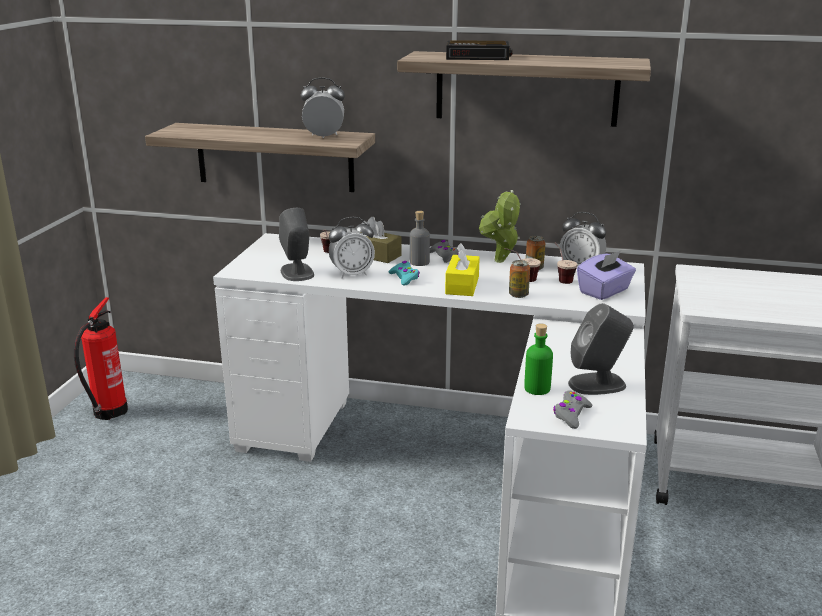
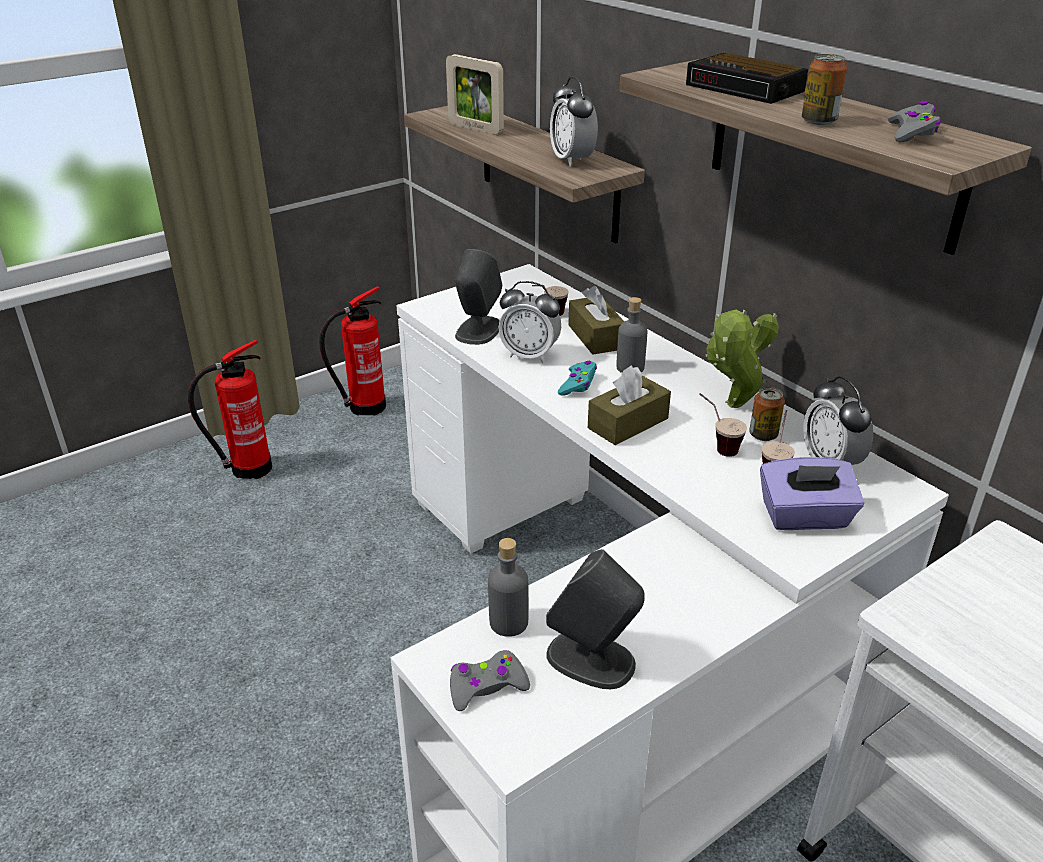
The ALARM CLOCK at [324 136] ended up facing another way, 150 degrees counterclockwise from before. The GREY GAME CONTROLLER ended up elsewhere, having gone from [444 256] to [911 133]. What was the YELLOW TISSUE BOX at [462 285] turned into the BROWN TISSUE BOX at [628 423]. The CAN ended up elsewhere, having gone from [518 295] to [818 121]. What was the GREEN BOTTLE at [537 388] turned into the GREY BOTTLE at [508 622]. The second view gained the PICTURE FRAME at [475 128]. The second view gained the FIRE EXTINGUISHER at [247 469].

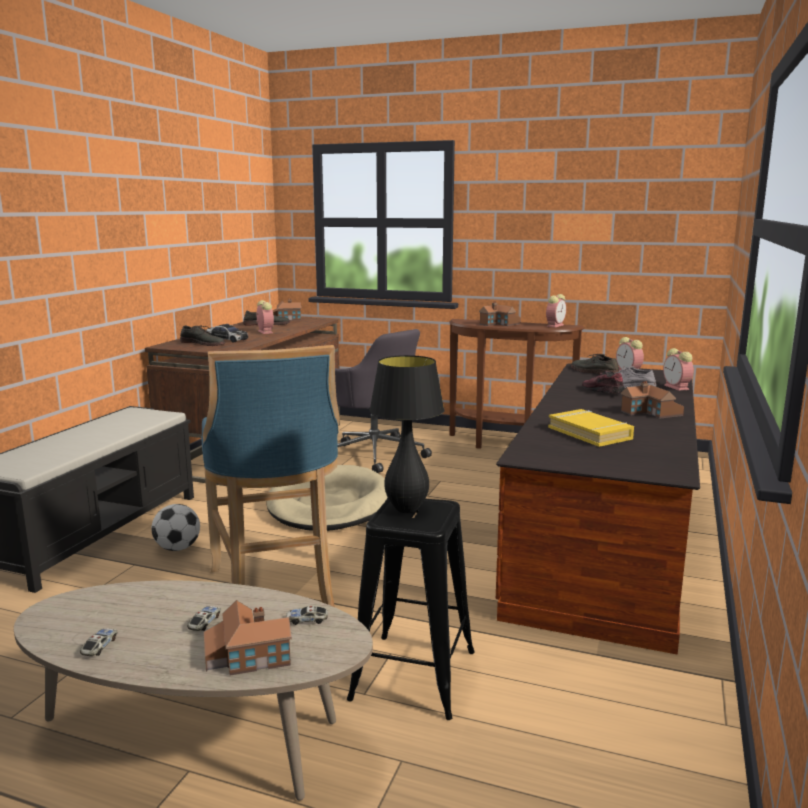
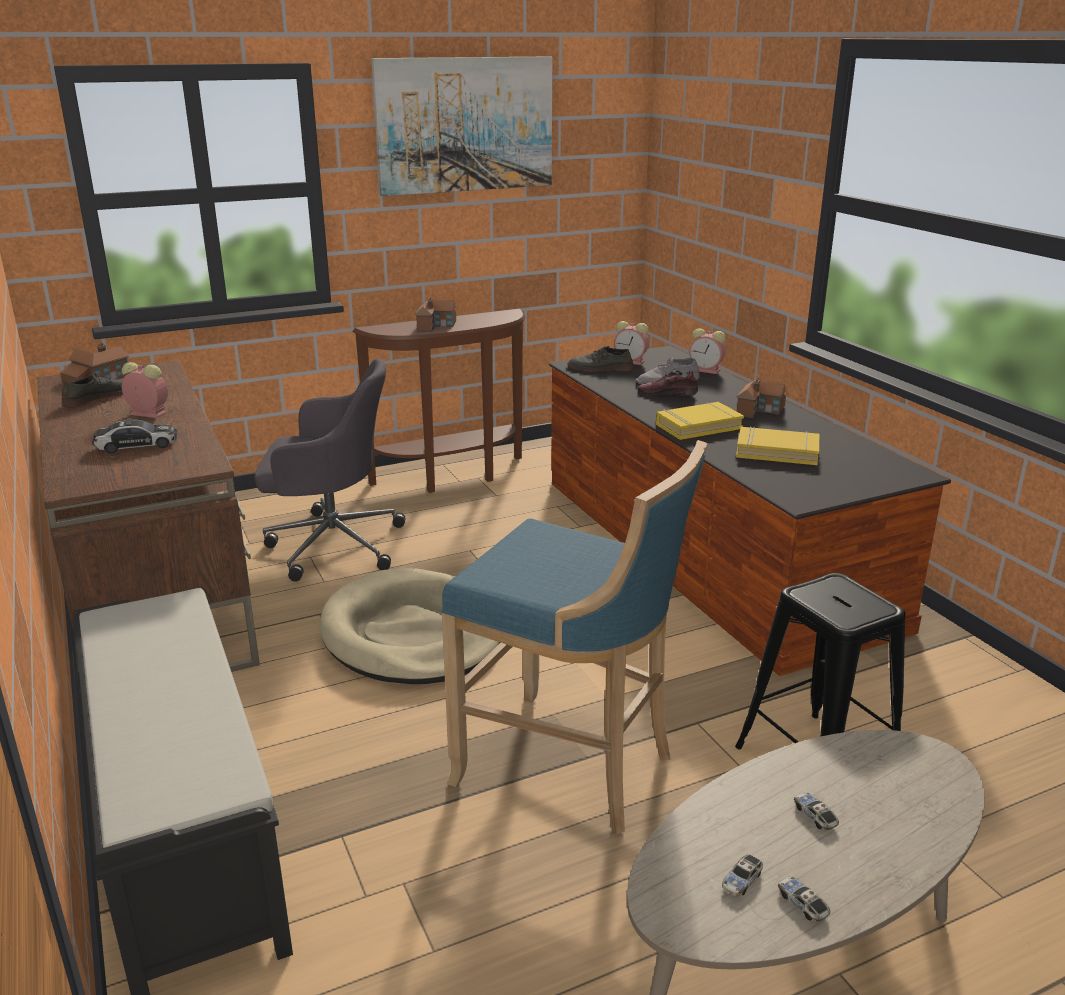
The second view lost the ALARM CLOCK at [555 325]. The second view lost the GREY SHOE at [203 343]. The second view lost the BLACK TABLE LAMP at [407 509]. The second view lost the FOOTBALL at [177 548]. The second view lost the TOY HOUSE at [246 656]. The TOY CAR ended up elsewhere, having gone from [307 620] to [742 881]. The second view gained the PICTURE at [465 125]. The second view gained the YELLOW BOOK at [698 426].

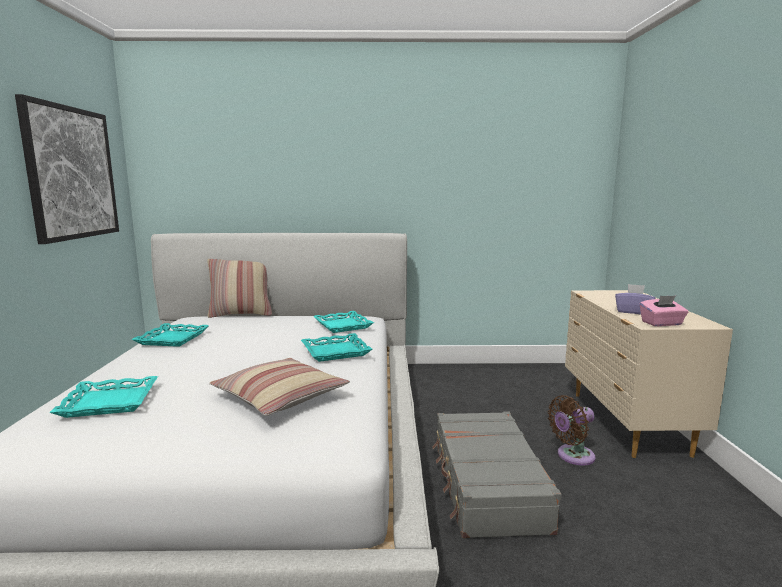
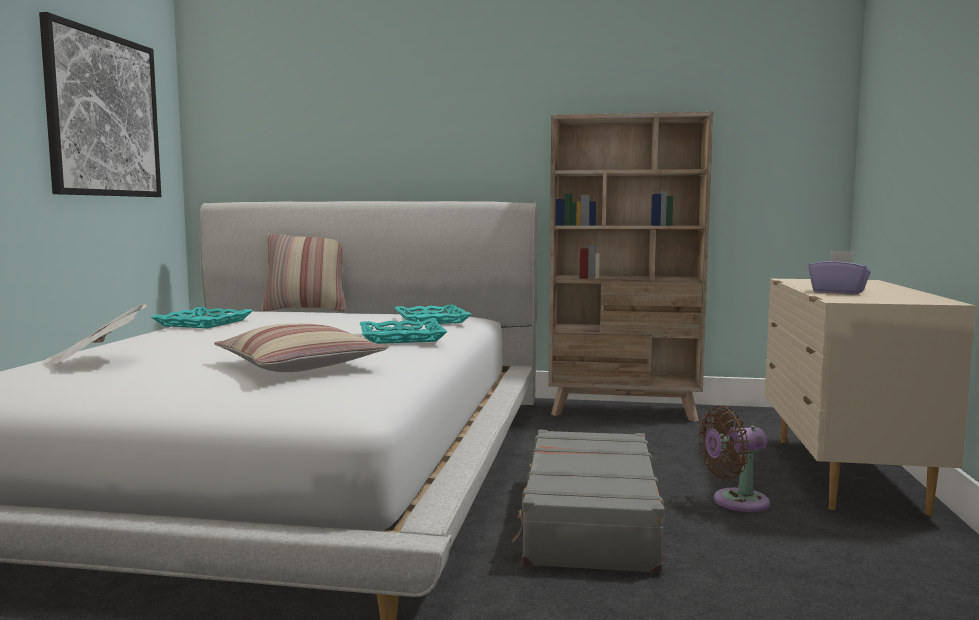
The second view lost the PINK TISSUE BOX at [662 323]. Where the TURQUOISE TRAY stood at [109 402], the NEWSPAPER came to stand at [95 361]. The second view gained the BEIGE BOOKCASE at [624 411].

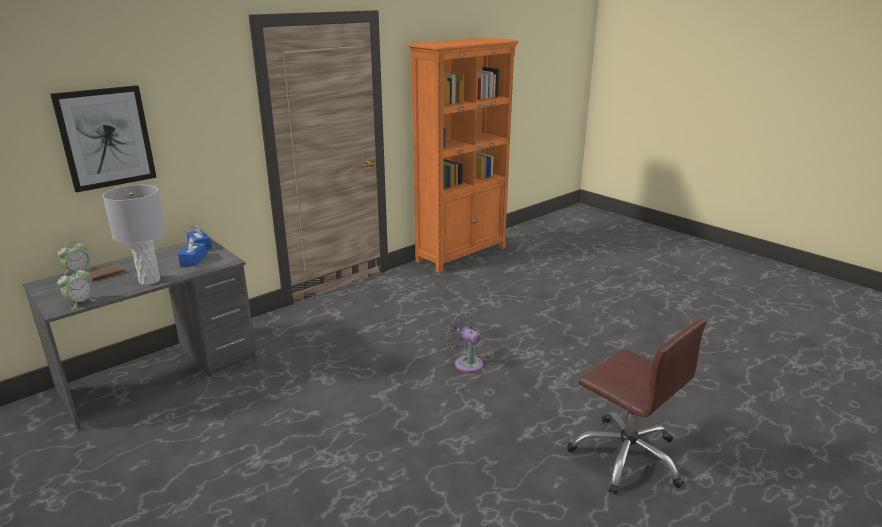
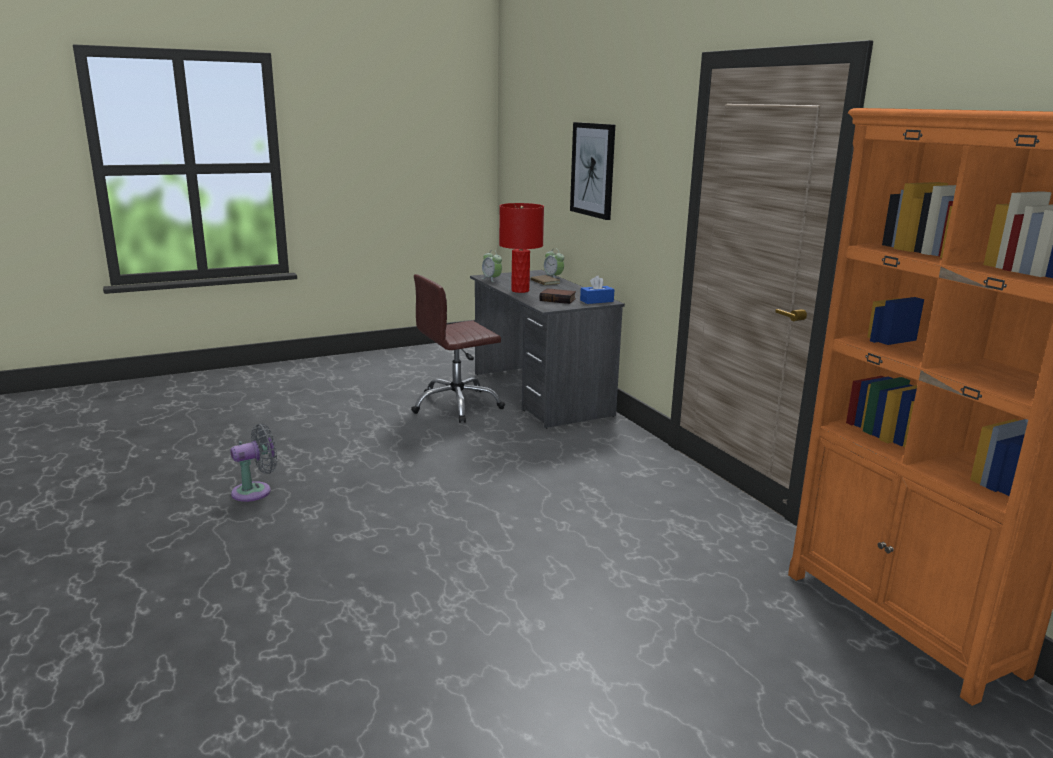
What was the GREY TABLE LAMP at [150 280] turned into the RED TABLE LAMP at [520 290]. Where the BLUE TISSUE BOX stood at [194 260], the BOOK came to stand at [558 299]. The GREY FAN ended up elsewhere, having gone from [466 363] to [256 491]. The BROWN OFFICE CHAIR ended up elsewhere, having gone from [627 456] to [457 405].

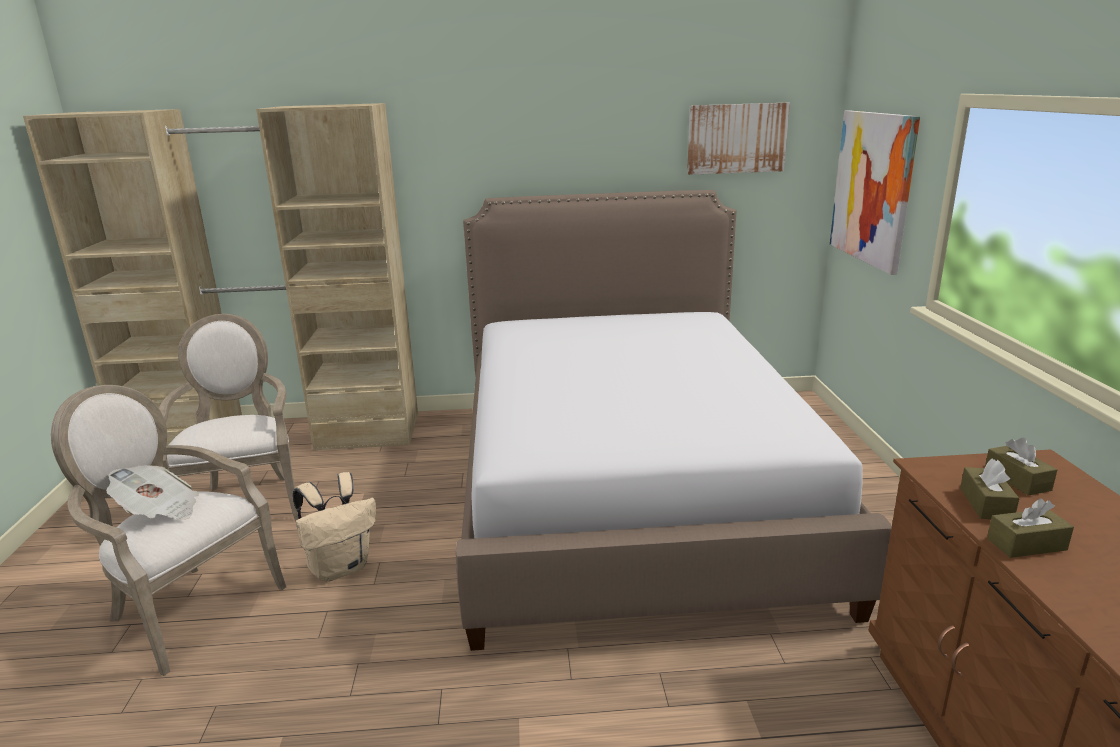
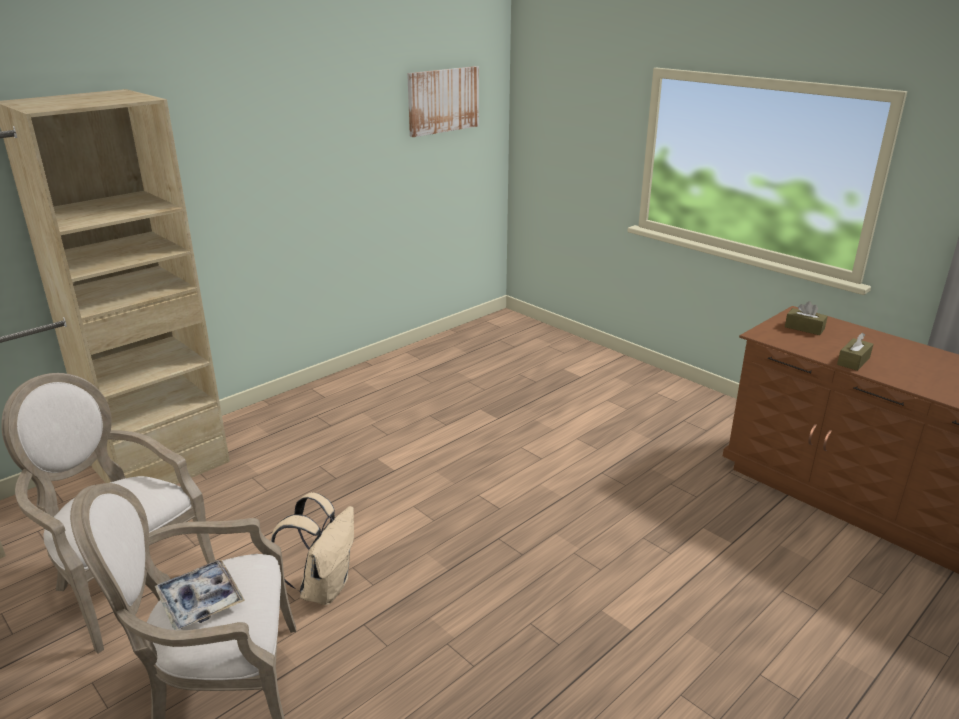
The second view lost the PICTURE at [872 188]. The second view lost the BED at [628 490]. The second view lost the BROWN TISSUE BOX at [986 504]. Where the NEWSPAPER stood at [159 511], the TRAY came to stand at [200 601].

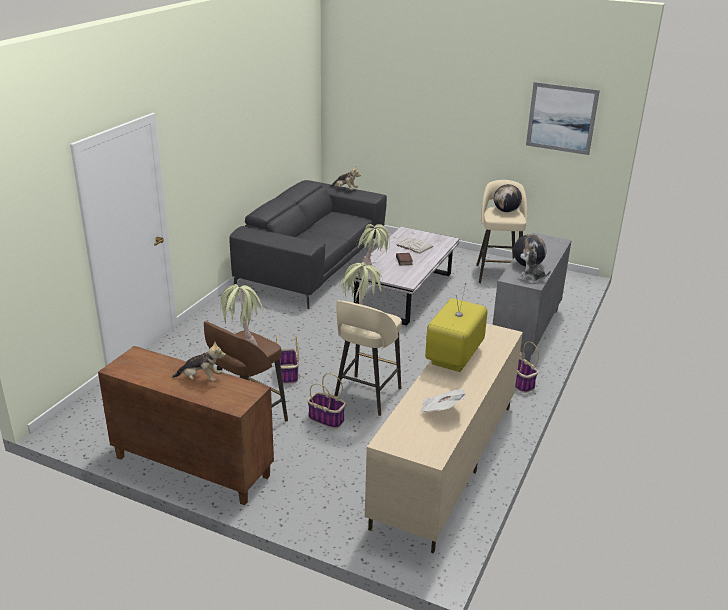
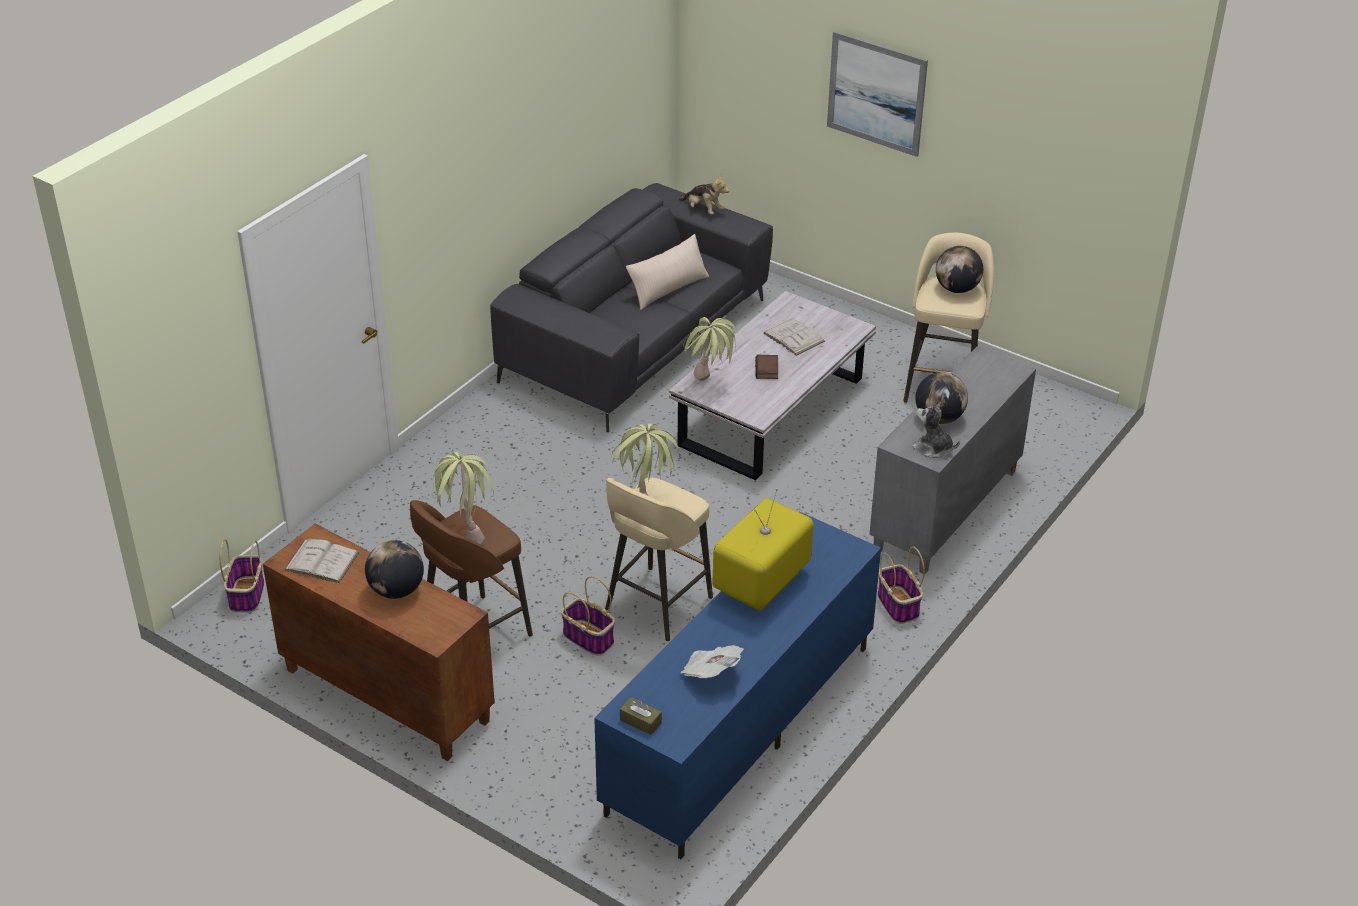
The PICTURE ended up elsewhere, having gone from [561 118] to [876 93]. What was the BEIGE TV STAND at [446 463] turned into the BLUE TV STAND at [740 729]. The BASKET ended up elsewhere, having gone from [287 374] to [246 594]. Where the PLUSH TOY stood at [200 379], the GLOBE came to stand at [396 590]. The second view gained the BEIGE PILLOW at [668 288]. The second view gained the WHITE BOOK at [321 561]. The second view gained the BROWN TISSUE BOX at [640 721].

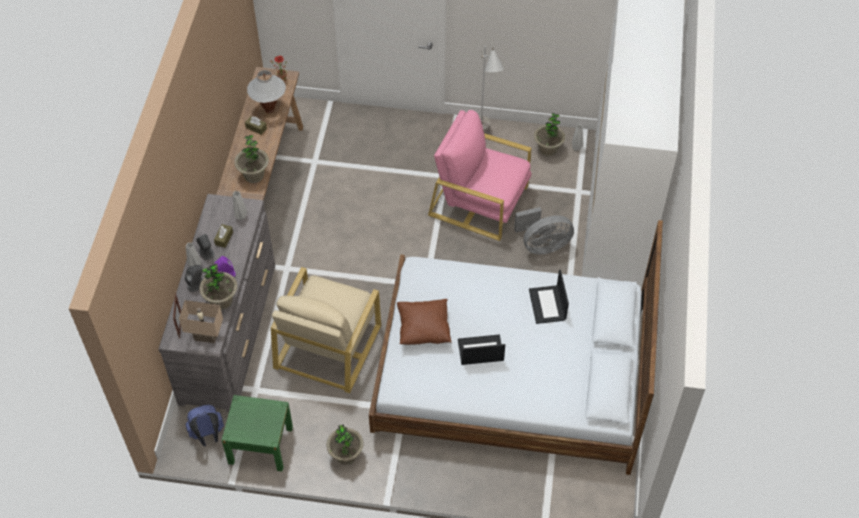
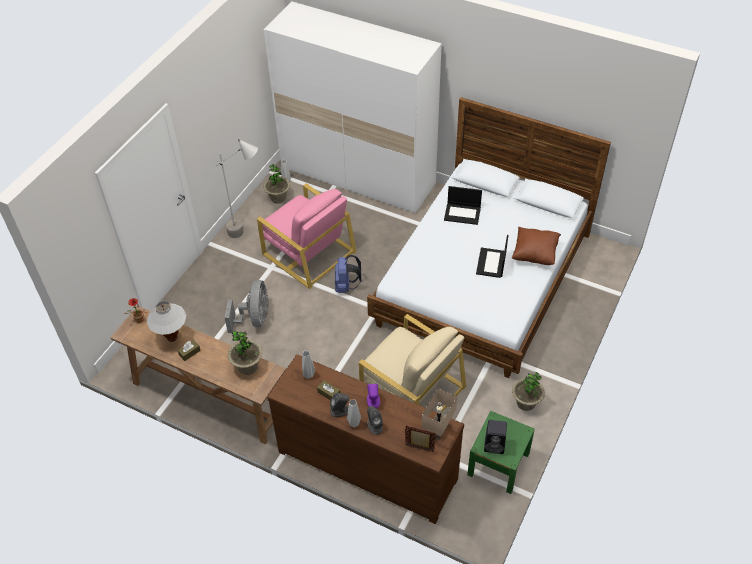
The PINK ARMCHAIR at [479 201] ended up facing another way, 90 degrees counterclockwise from before. What was the GREY DRESSER at [229 330] turned into the BROWN DRESSER at [367 464]. The GREY FAN ended up elsewhere, having gone from [542 245] to [254 319]. The second view lost the POTTED PLANT at [221 300]. The BROWN PILLOW ended up elsewhere, having gone from [423 330] to [534 254]. The BLUE BACKPACK ended up elsewhere, having gone from [207 435] to [346 286]. The second view gained the BLACK SPEAKER at [495 445].

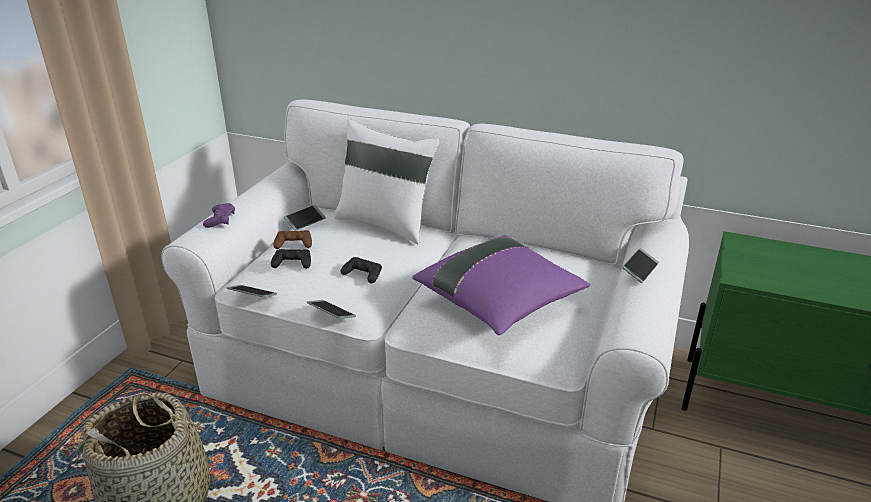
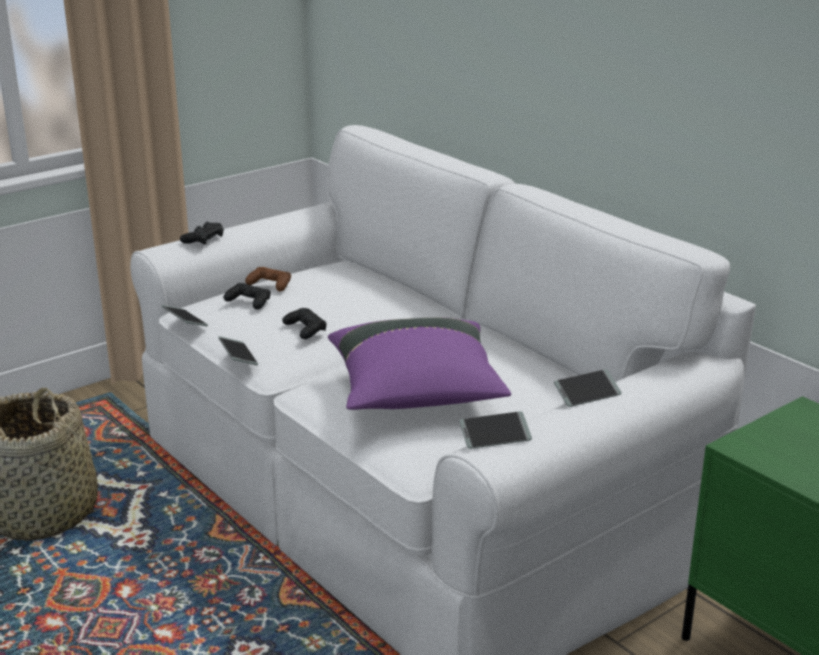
The second view lost the WHITE PILLOW at [386 223]. What was the PURPLE GAME CONTROLLER at [220 220] turned into the BLACK GAME CONTROLLER at [203 239]. The PHONE ended up elsewhere, having gone from [305 221] to [495 436].

